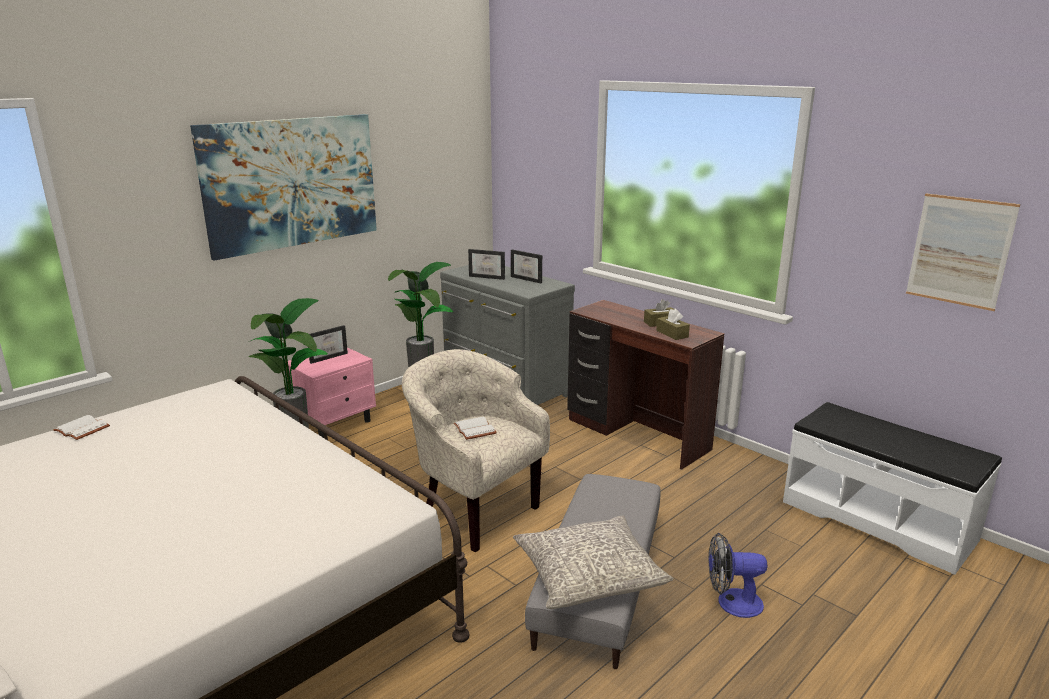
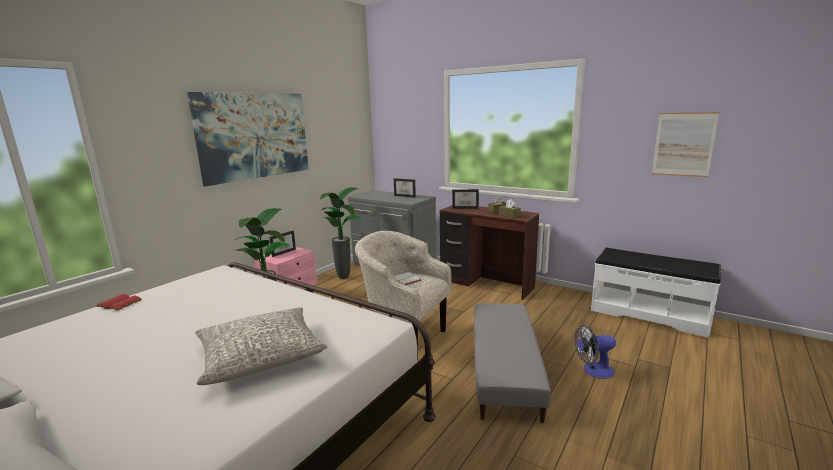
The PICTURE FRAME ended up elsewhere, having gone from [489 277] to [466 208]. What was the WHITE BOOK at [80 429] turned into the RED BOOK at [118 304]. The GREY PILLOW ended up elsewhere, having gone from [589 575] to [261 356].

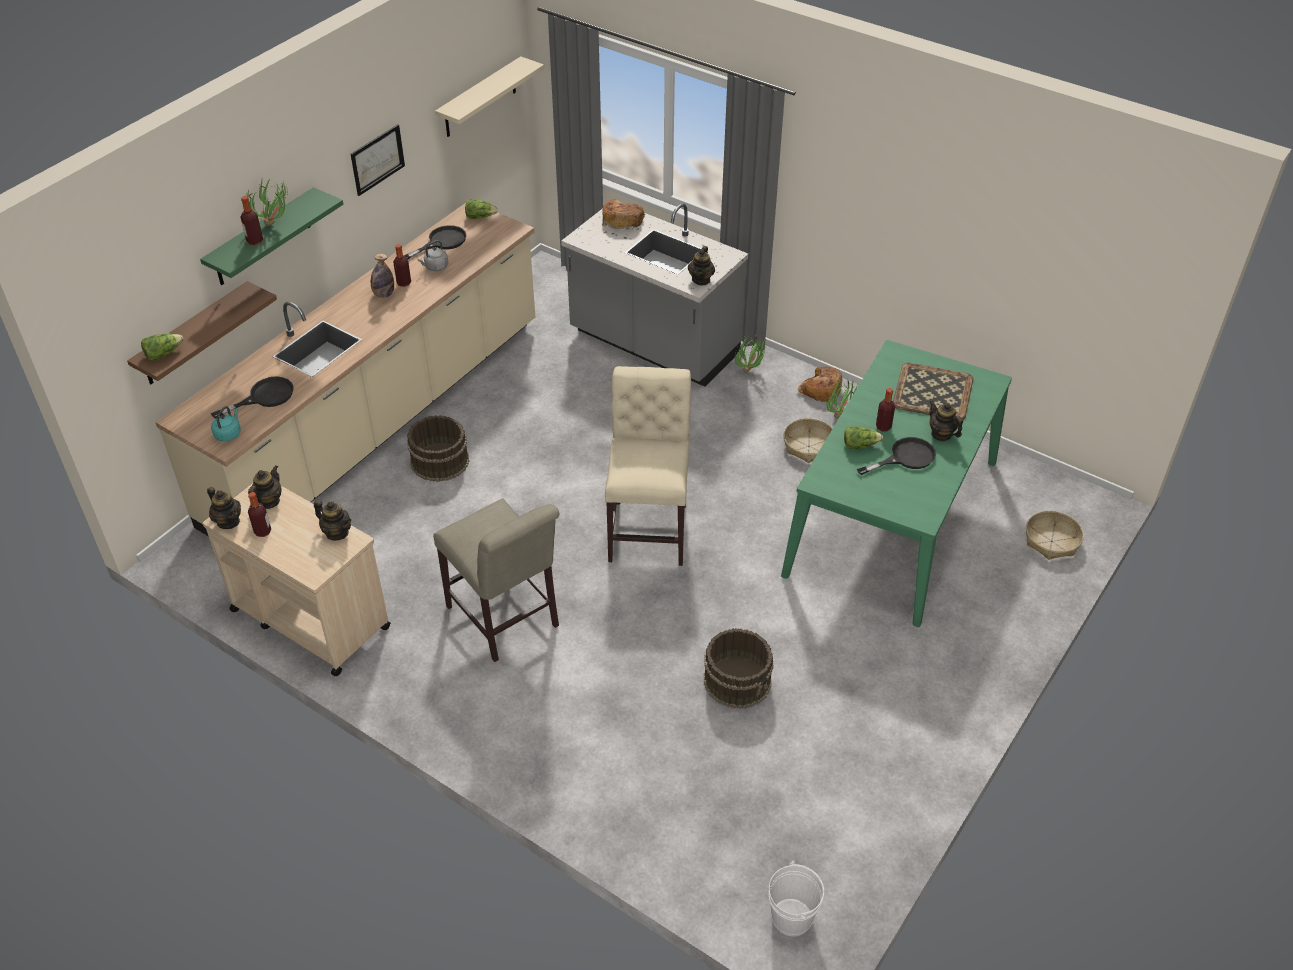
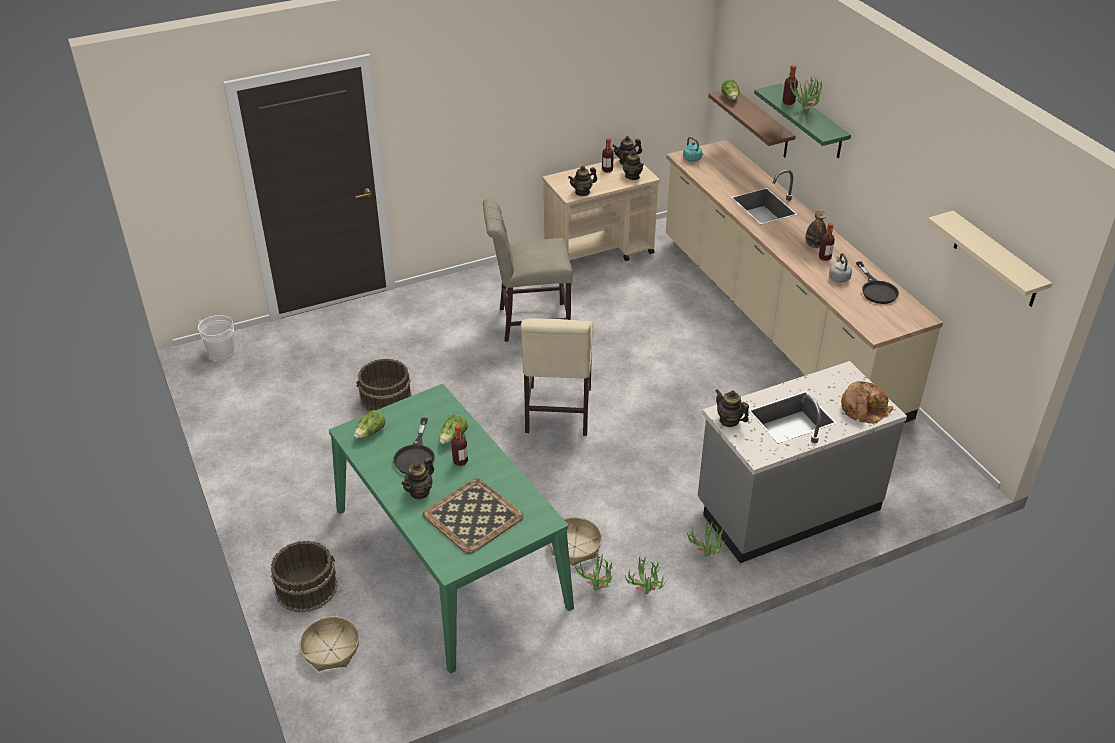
The second view lost the PICTURE at [377 159]. The LETTUCE ended up elsewhere, having gone from [480 217] to [370 432]. The BEIGE CHAIR at [649 528] ended up facing another way, 60 degrees clockwise from before. Where the BREAD stood at [820 389], the POTTED PLANT came to stand at [644 595]. The second view lost the BLACK FRYING PAN at [264 397]. The TEAPOT at [941 434] ended up facing another way, 135 degrees clockwise from before. The BROWN BUCKET ended up elsewhere, having gone from [439 461] to [306 587].

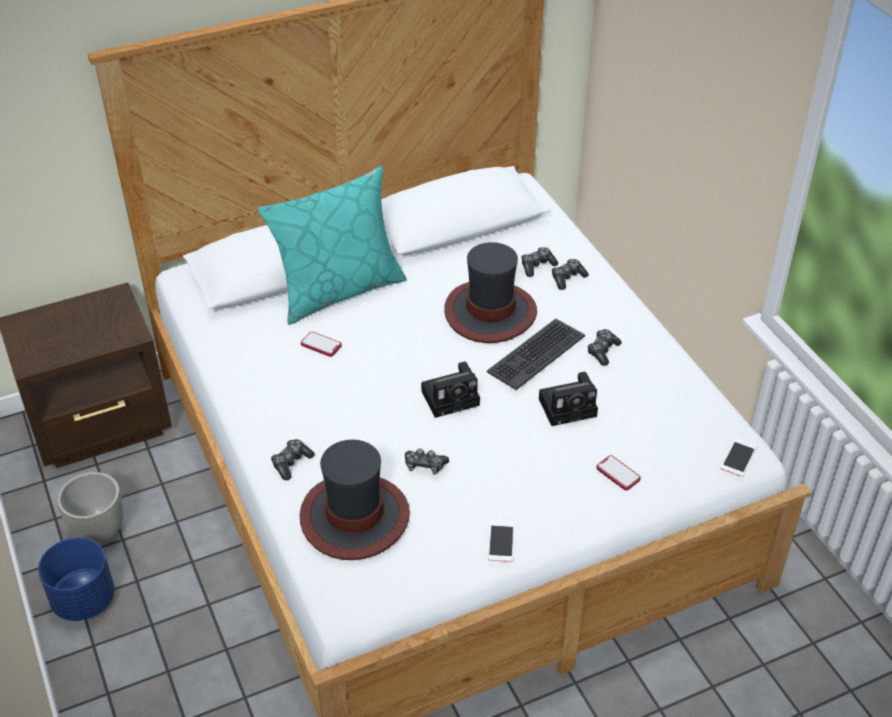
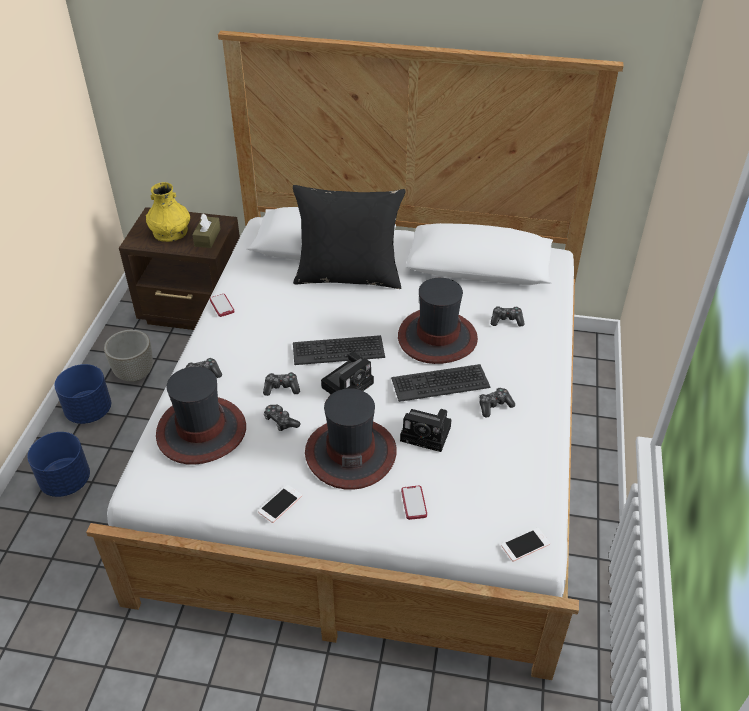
What was the TURQUOISE PILLOW at [338 290] turned into the BLACK PILLOW at [349 275]. The GAME CONTROLLER ended up elsewhere, having gone from [567 278] to [281 388]. The PHONE ended up elsewhere, having gone from [321 345] to [222 306]. The PHOTO CAMERA at [452 397] ended up facing another way, 60 degrees counterclockwise from before. The second view gained the YELLOW VASE at [170 231]. The second view gained the BROWN TISSUE BOX at [207 237]. The second view gained the KEYBOARD at [338 350]. The second view gained the HAT at [350 453]. The second view gained the BLUE PLANTER at [65 481].

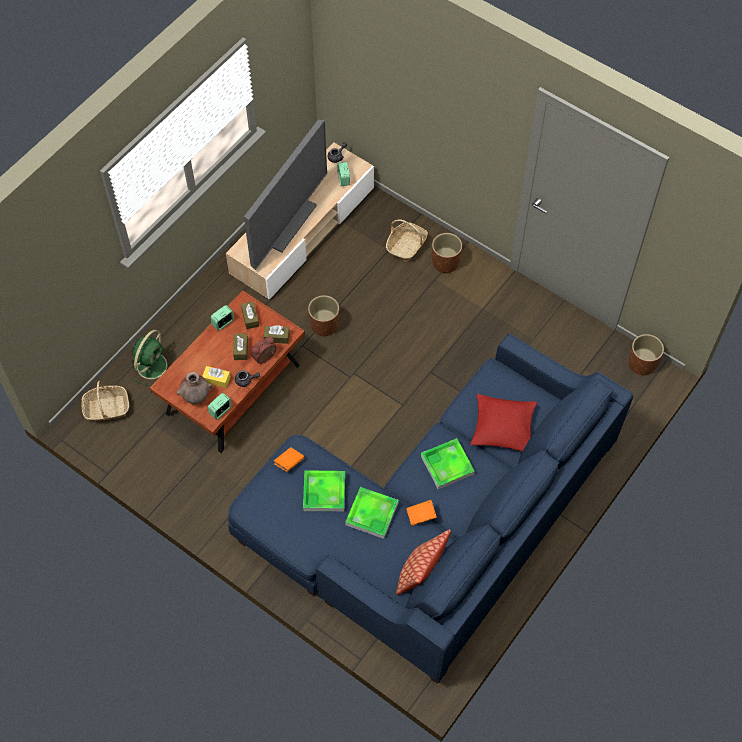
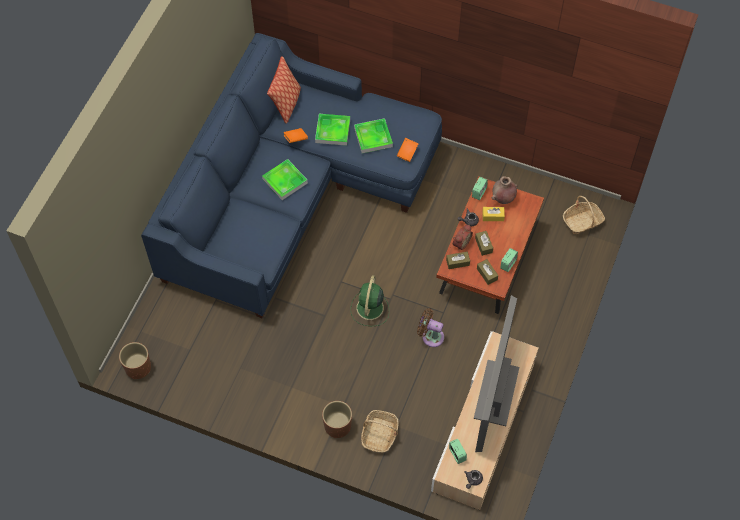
Where the BROWN PLANTER stood at [324 324], the BROWN FAN came to stand at [430 336]. The GREEN FAN ended up elsewhere, having gone from [152 364] to [369 309]. The second view lost the RED PILLOW at [503 427].

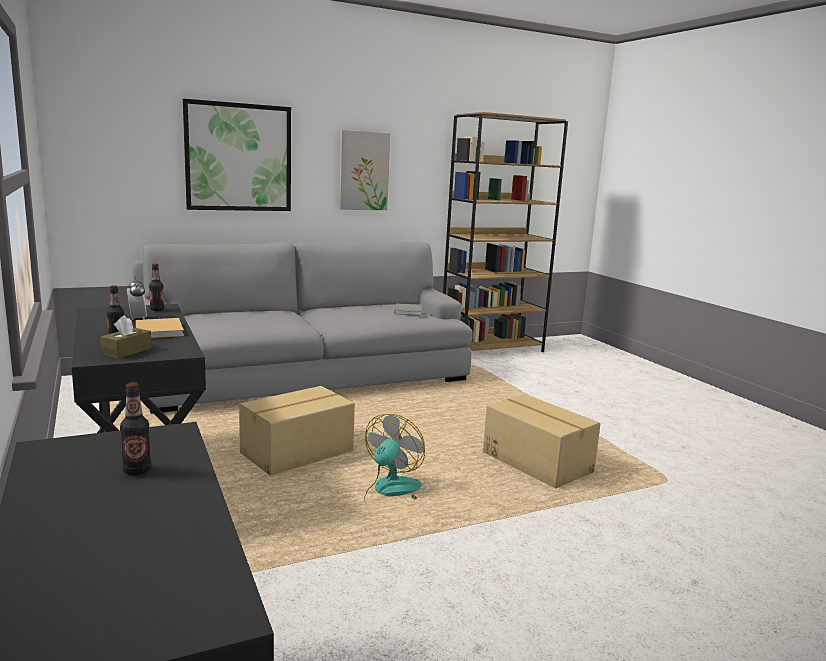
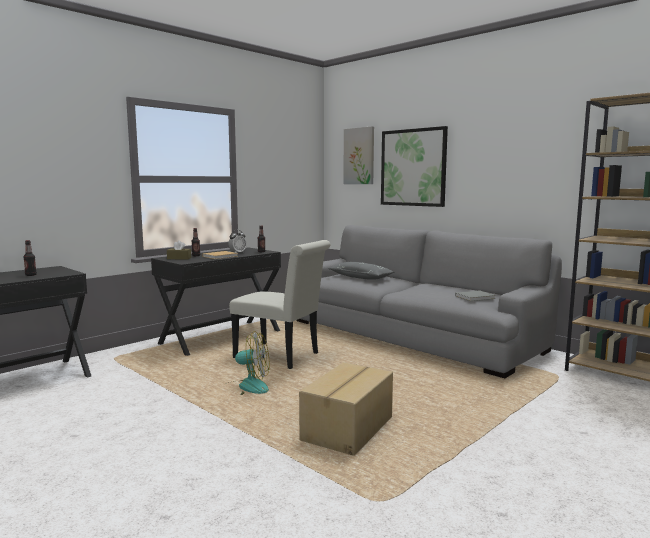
The PICTURE ended up elsewhere, having gone from [363 171] to [359 156]. Where the CARDBOARD BOX stood at [298 453], the WHITE CHAIR came to stand at [281 357]. The second view gained the GREY PILLOW at [361 277].

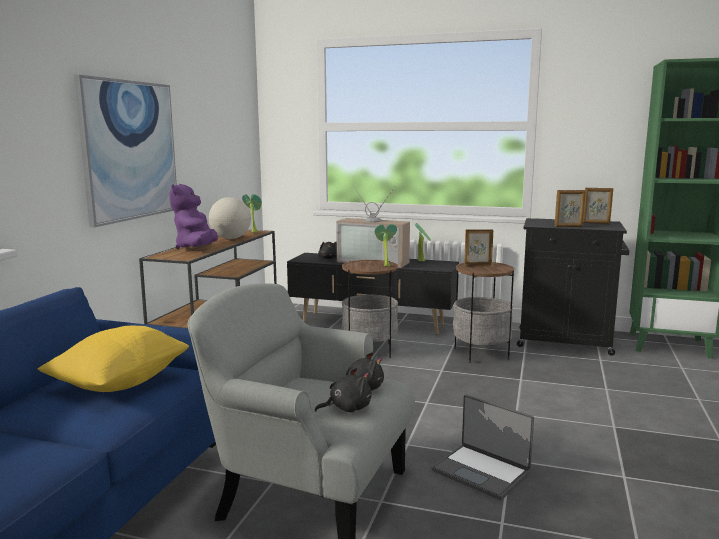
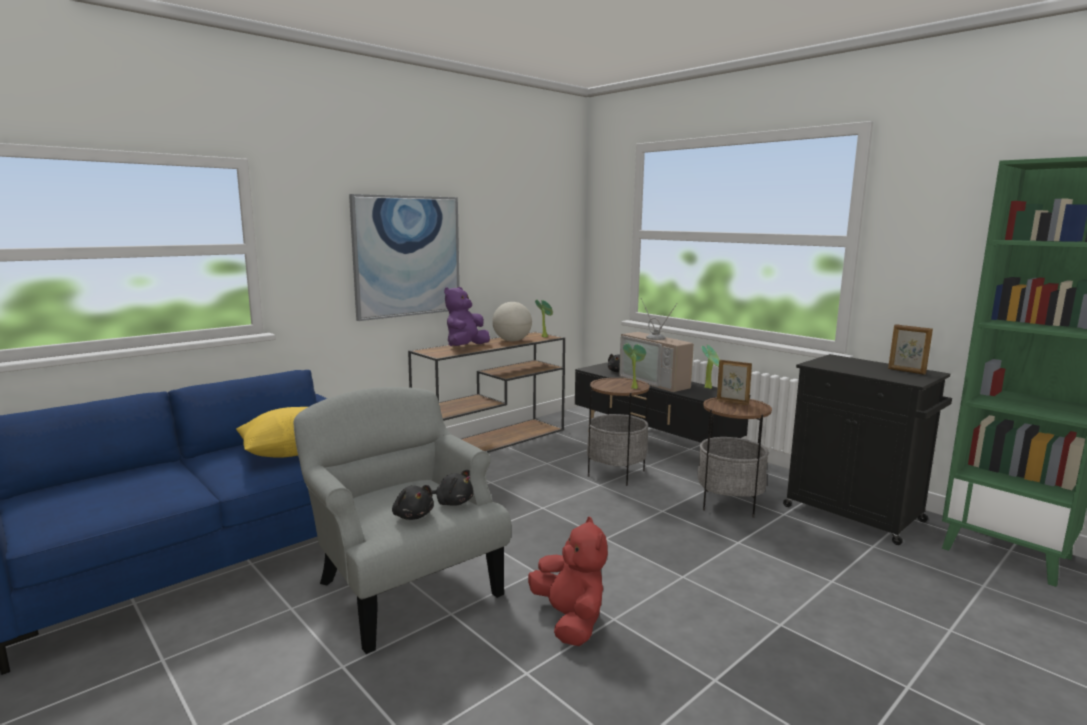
The second view lost the PICTURE FRAME at [568 226]. The BLACK PLUSH TOY at [347 408] ended up facing another way, 45 degrees clockwise from before. Where the LAPTOP stood at [481 472], the RED PLUSH TOY came to stand at [570 620].

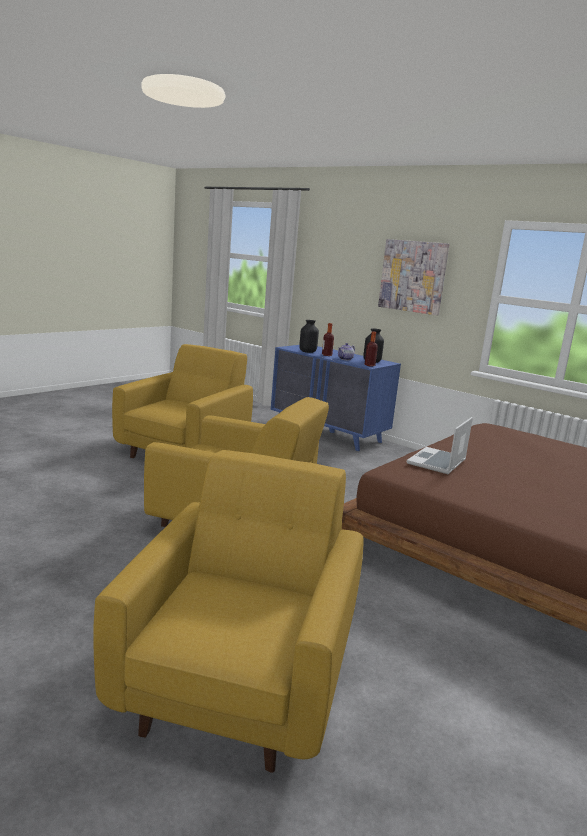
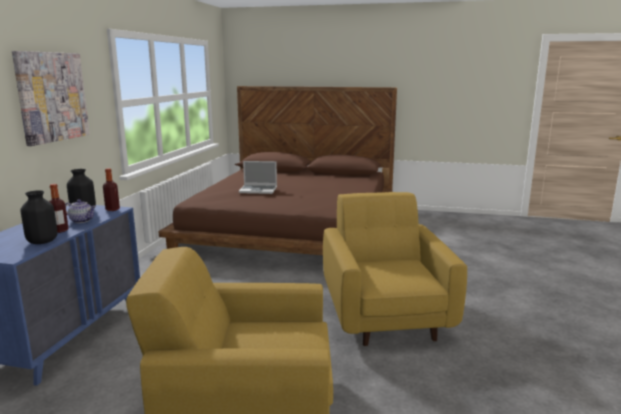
The LAPTOP ended up elsewhere, having gone from [437 462] to [259 190]. The second view lost the YELLOW ARMCHAIR at [240 679].

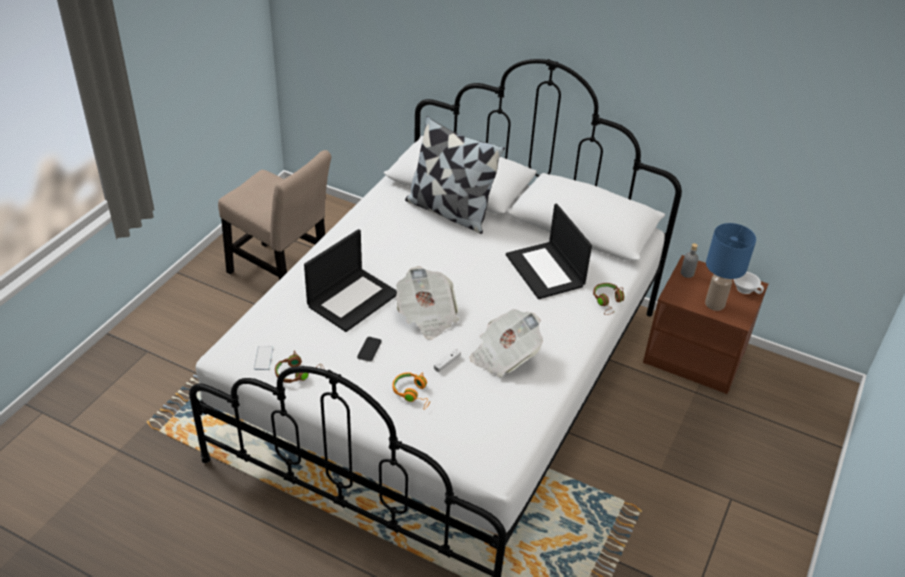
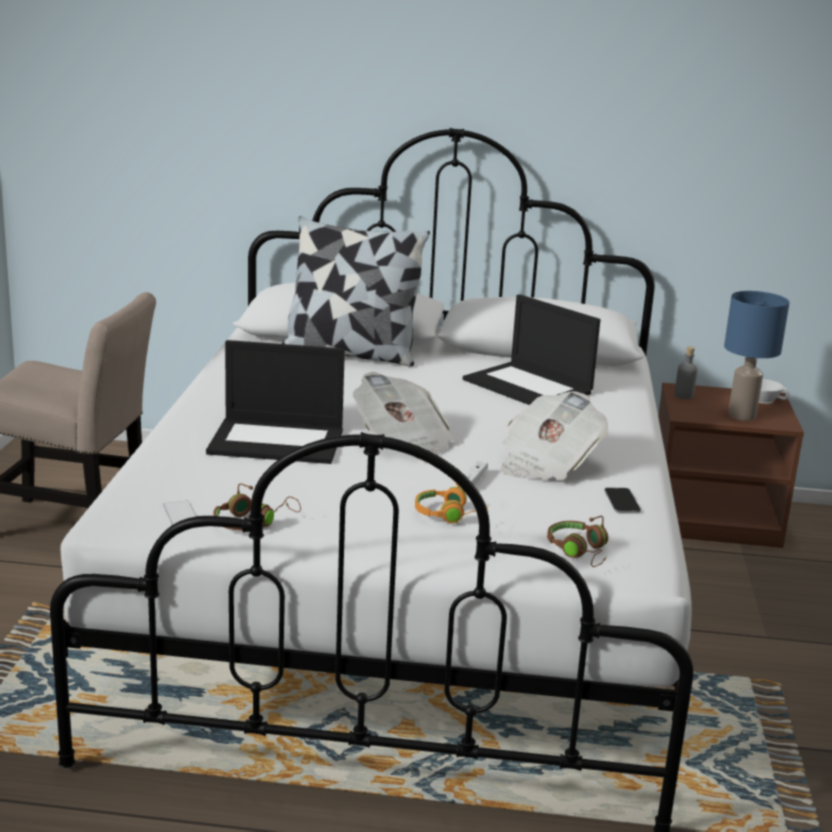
The LAPTOP at [353 299] ended up facing another way, 75 degrees clockwise from before. The BROWN HEADPHONES ended up elsewhere, having gone from [608 302] to [580 552]. The PHONE ended up elsewhere, having gone from [369 349] to [622 501].

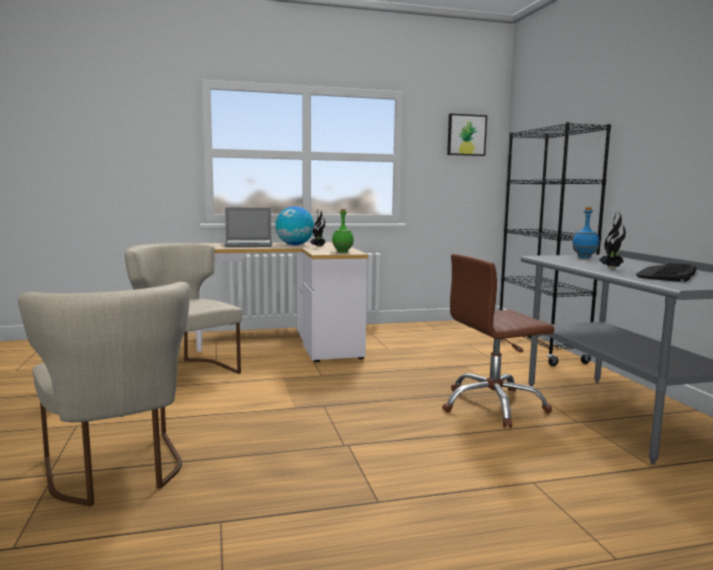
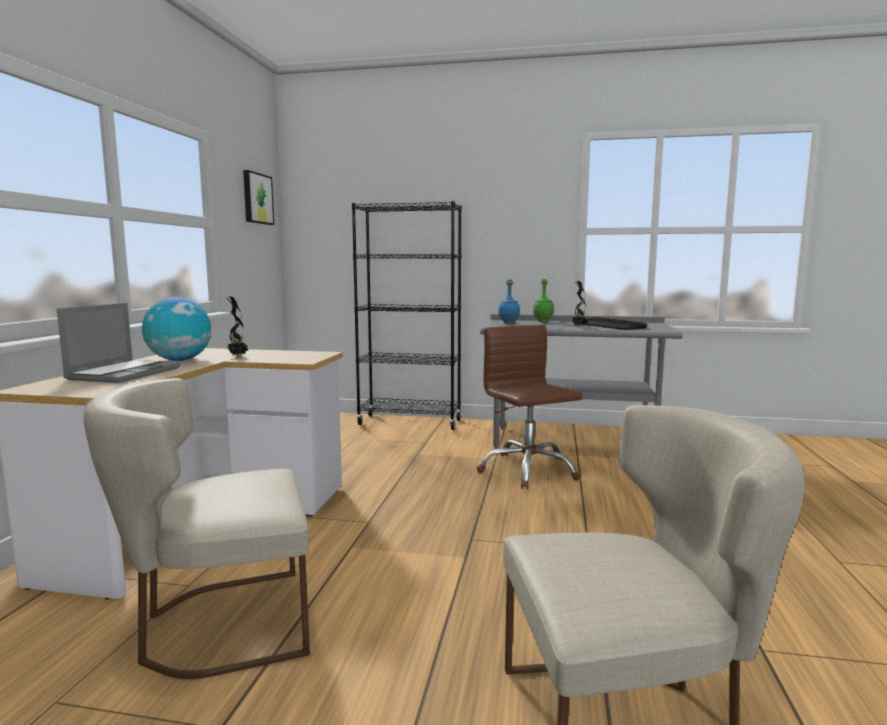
The GREEN BOTTLE ended up elsewhere, having gone from [342 252] to [543 322]. The BROWN OFFICE CHAIR at [493 406] ended up facing another way, 150 degrees clockwise from before.

